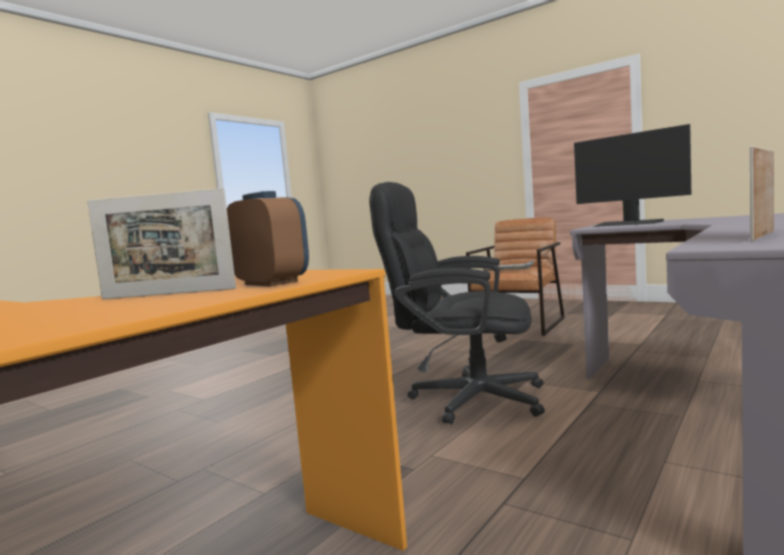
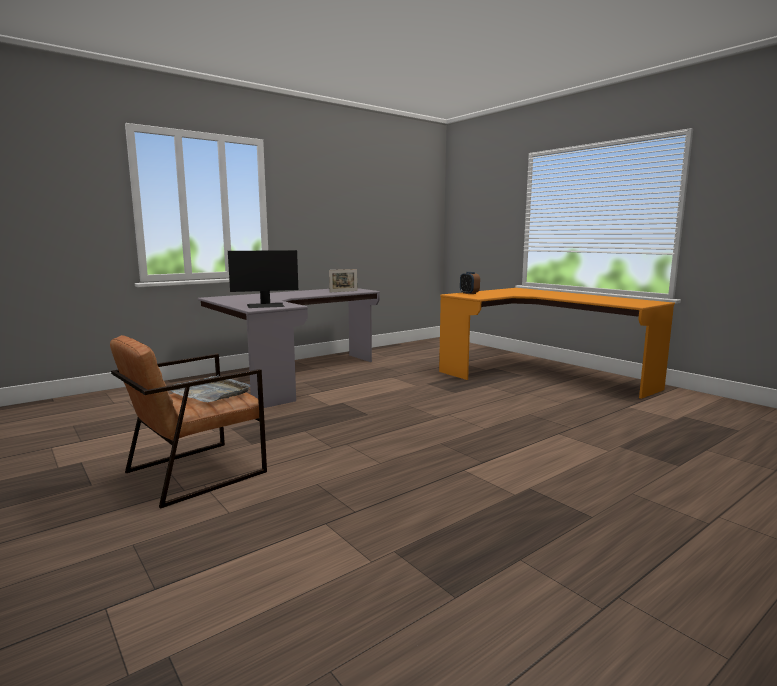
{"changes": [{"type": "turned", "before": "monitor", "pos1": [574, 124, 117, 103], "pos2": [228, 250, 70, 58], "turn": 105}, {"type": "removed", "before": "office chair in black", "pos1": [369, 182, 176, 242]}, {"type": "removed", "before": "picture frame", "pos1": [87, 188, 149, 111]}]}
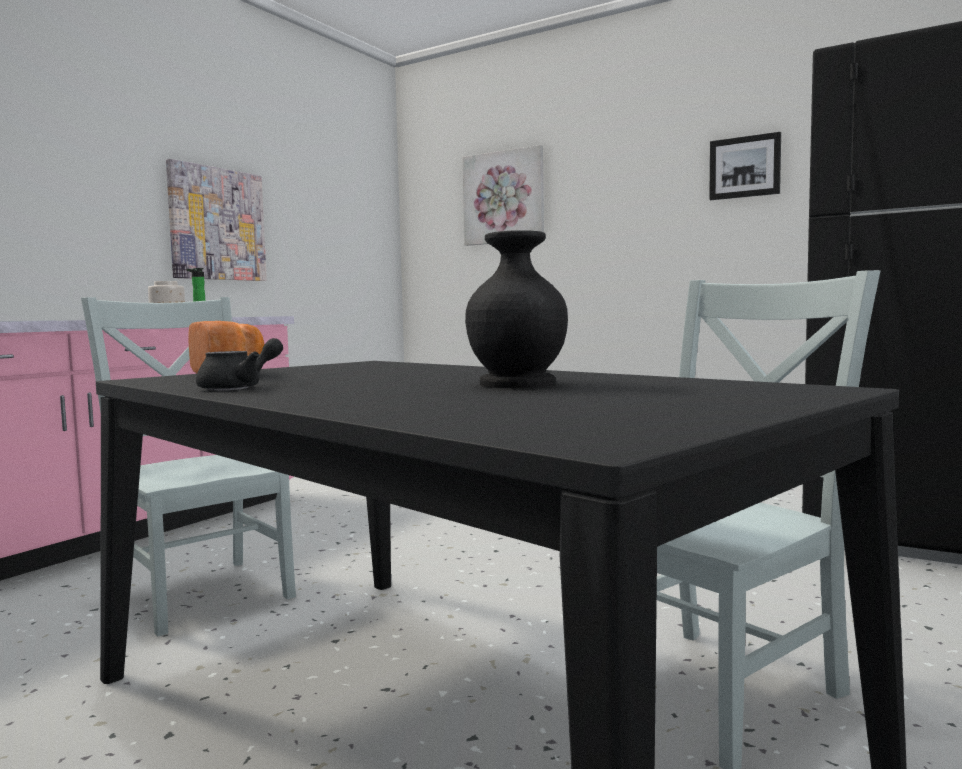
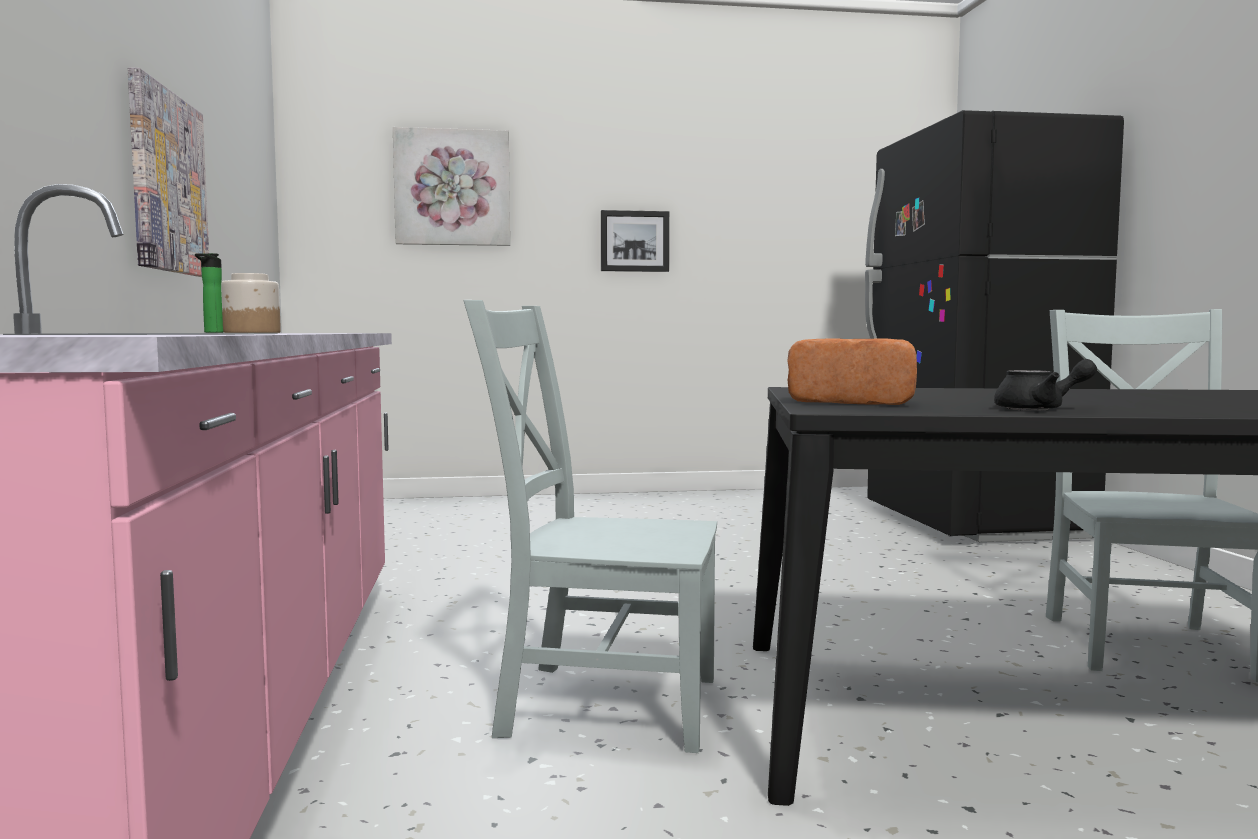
{"changes": [{"type": "moved", "before": "picture", "pos1": [709, 132, 72, 68], "pos2": [601, 210, 68, 62]}, {"type": "removed", "before": "vase in black", "pos1": [465, 230, 103, 158]}, {"type": "turned", "before": "teapot in black", "pos1": [196, 338, 87, 53], "pos2": [994, 359, 103, 52], "turn": 90}]}
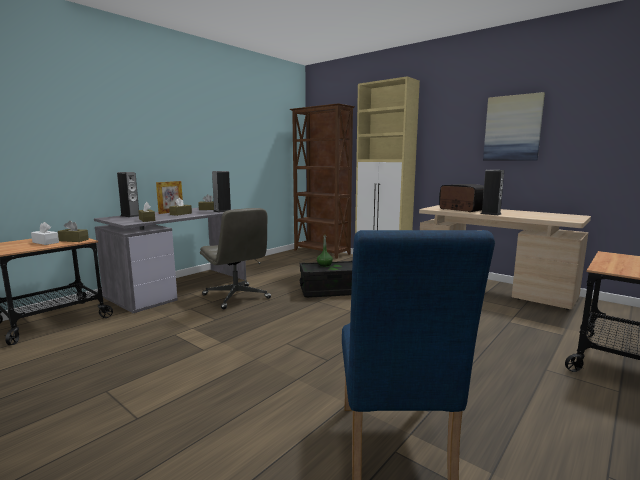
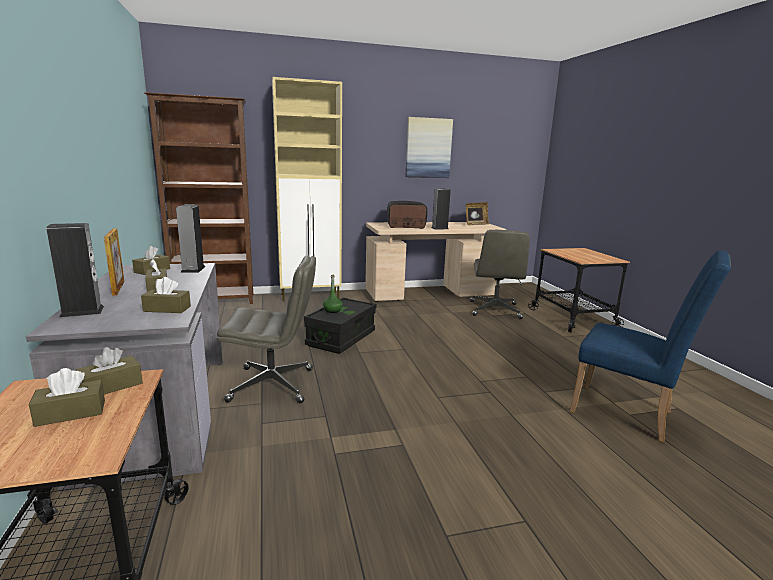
{"changes": [{"type": "recoloured", "before": "tissue box in white", "after": "tissue box in brown", "pos1": [31, 222, 28, 23], "pos2": [29, 368, 76, 59]}, {"type": "added", "after": "picture frame", "pos2": [466, 202, 23, 23]}, {"type": "added", "after": "office chair in grey", "pos2": [470, 230, 60, 89]}]}
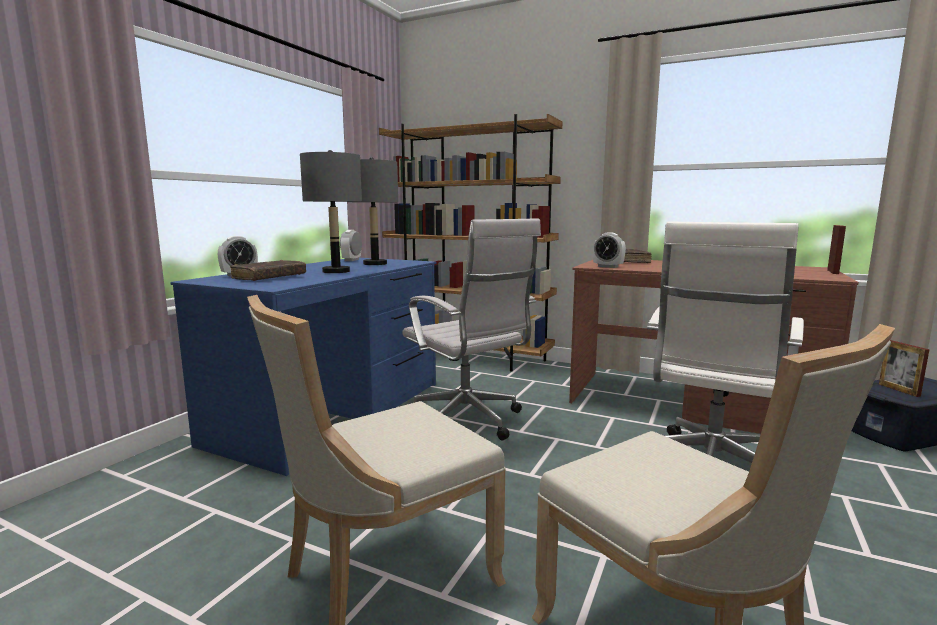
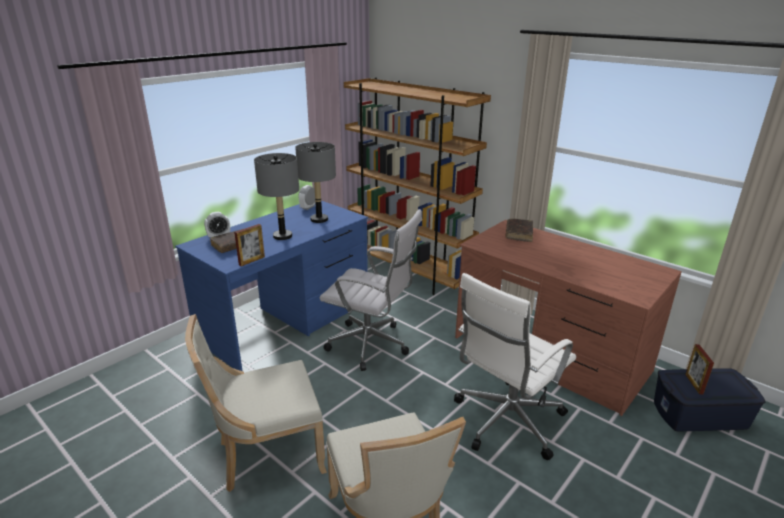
{"changes": [{"type": "turned", "before": "office chair in white", "pos1": [402, 218, 139, 223], "pos2": [319, 209, 103, 162], "turn": -45}, {"type": "moved", "before": "picture frame", "pos1": [827, 225, 19, 49], "pos2": [234, 224, 31, 42]}, {"type": "removed", "before": "alarm clock", "pos1": [593, 232, 33, 36]}]}
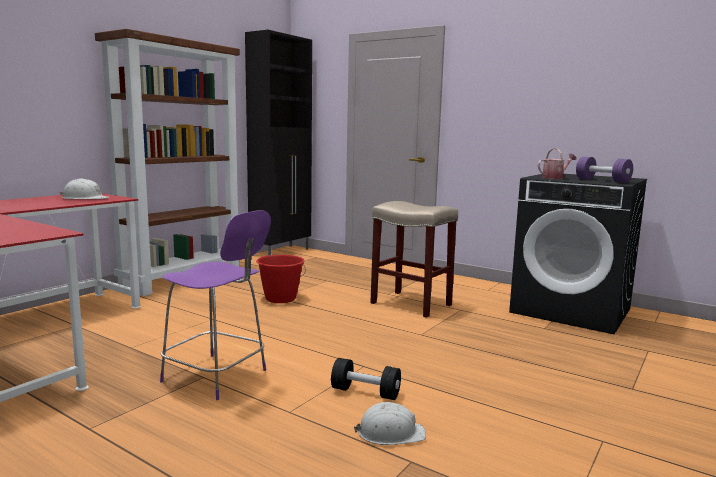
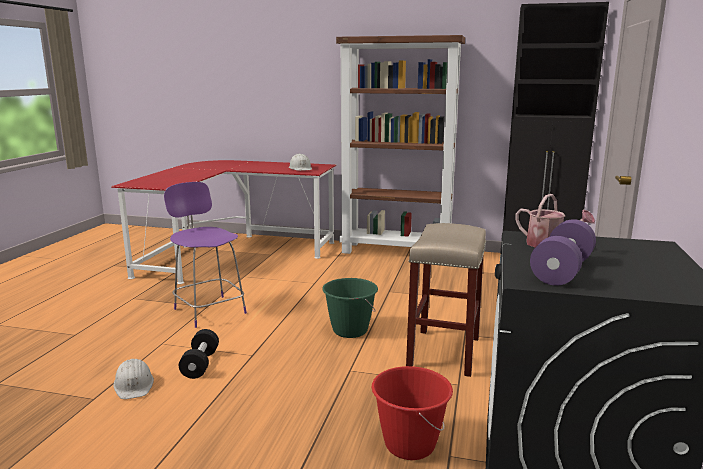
{"changes": [{"type": "turned", "before": "chair in purple", "pos1": [160, 210, 111, 190], "pos2": [164, 182, 83, 146], "turn": 135}, {"type": "moved", "before": "bucket in red", "pos1": [256, 255, 50, 48], "pos2": [372, 366, 81, 94]}, {"type": "added", "after": "bucket in green", "pos2": [322, 278, 56, 60]}]}
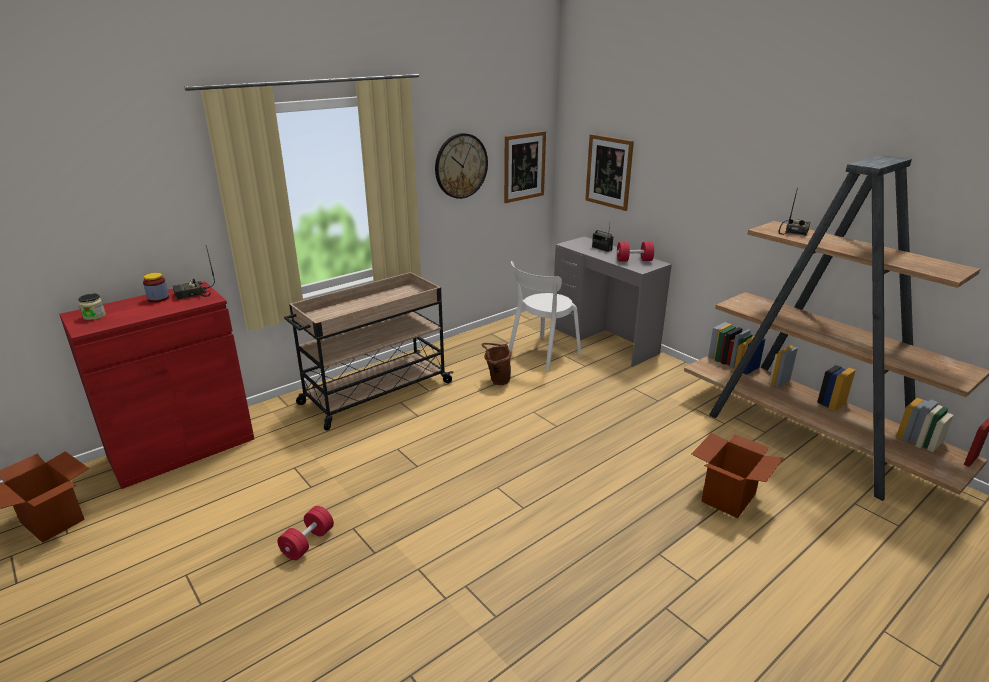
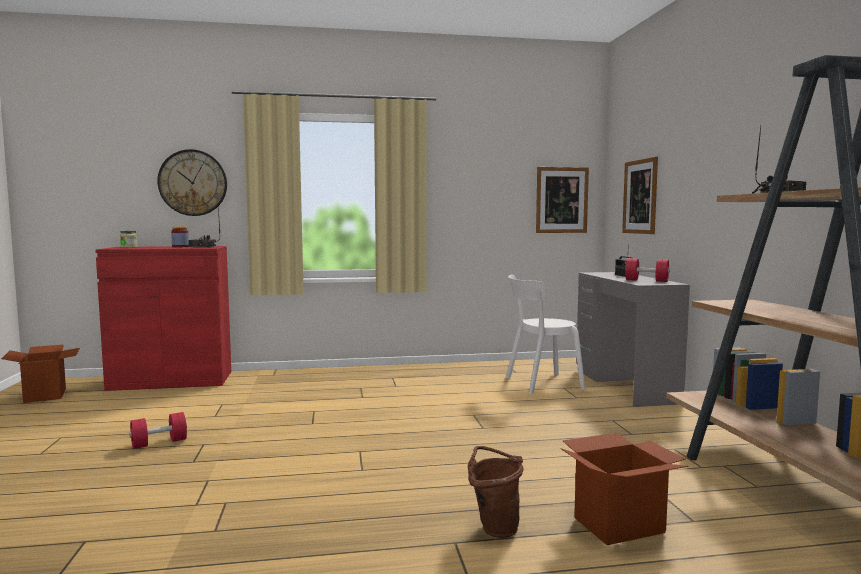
{"changes": [{"type": "moved", "before": "wall clock", "pos1": [435, 133, 53, 66], "pos2": [157, 149, 70, 67]}, {"type": "removed", "before": "cart in beige", "pos1": [284, 272, 170, 159]}, {"type": "moved", "before": "bucket in brown", "pos1": [482, 343, 29, 42], "pos2": [468, 446, 56, 92]}]}
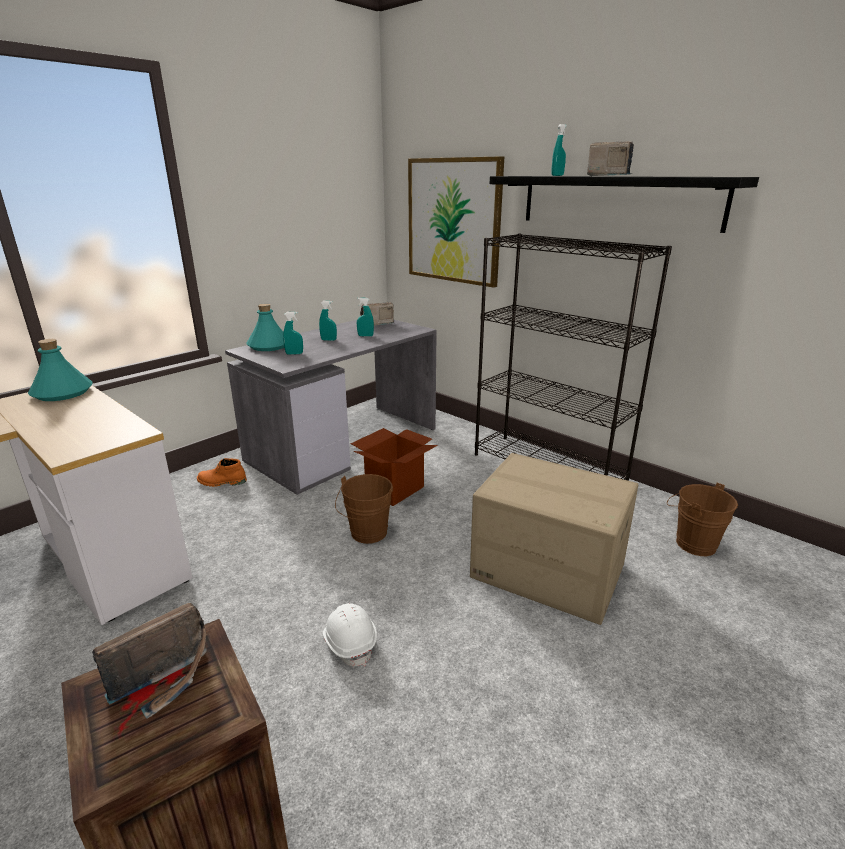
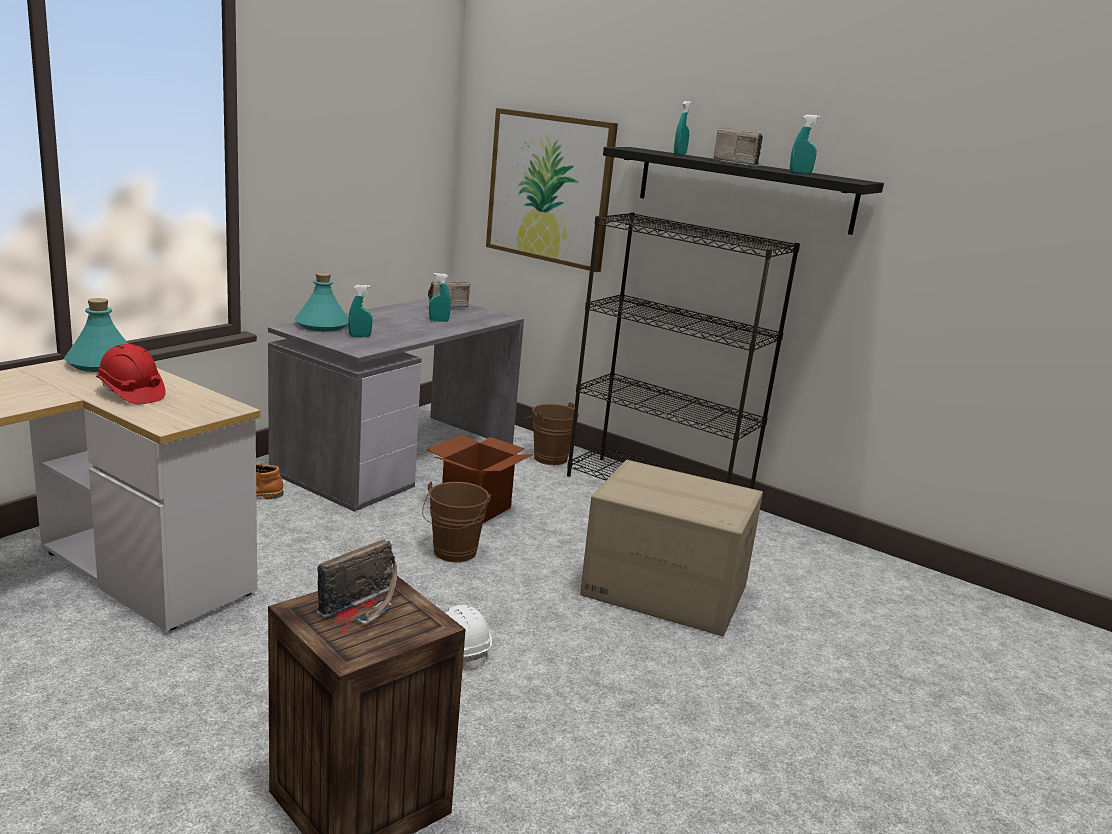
{"changes": [{"type": "moved", "before": "spray bottle in turquoise", "pos1": [319, 301, 18, 40], "pos2": [790, 115, 30, 59]}, {"type": "moved", "before": "bucket in brown", "pos1": [667, 483, 71, 73], "pos2": [525, 402, 54, 63]}, {"type": "added", "after": "hard hat in red", "pos2": [96, 344, 70, 60]}]}
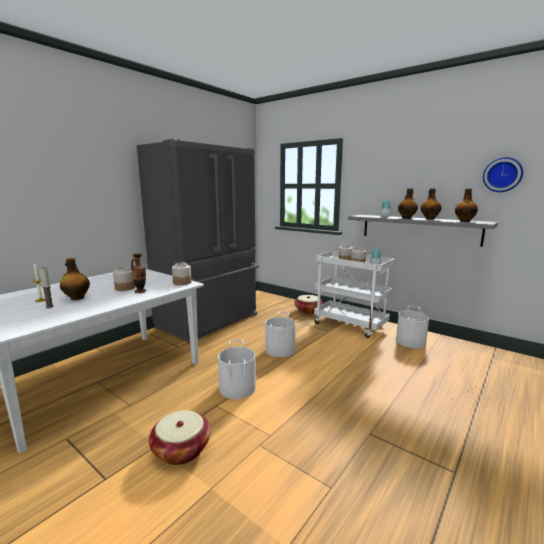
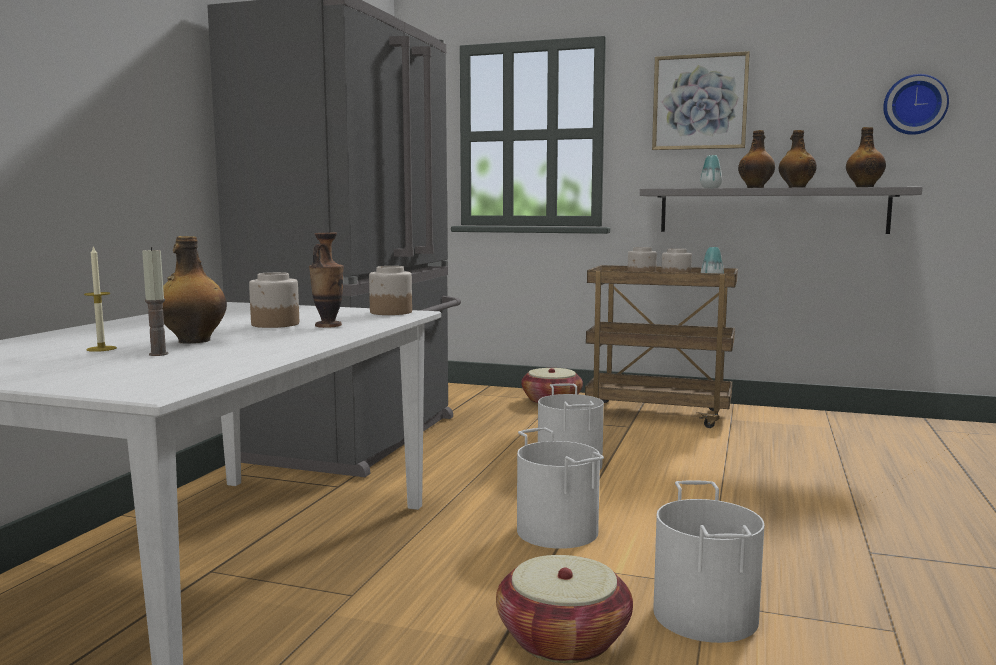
{"changes": [{"type": "recoloured", "before": "cart in white", "after": "cart in brown", "pos1": [314, 251, 81, 87], "pos2": [585, 265, 153, 163]}, {"type": "moved", "before": "bucket in white", "pos1": [396, 306, 33, 42], "pos2": [653, 480, 111, 163]}, {"type": "added", "after": "picture", "pos2": [652, 51, 98, 99]}]}
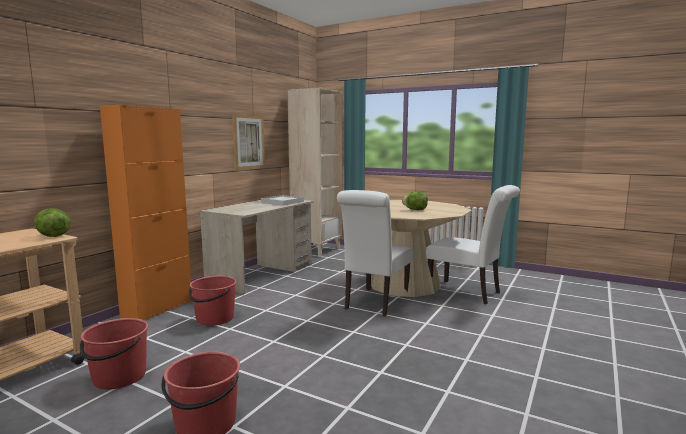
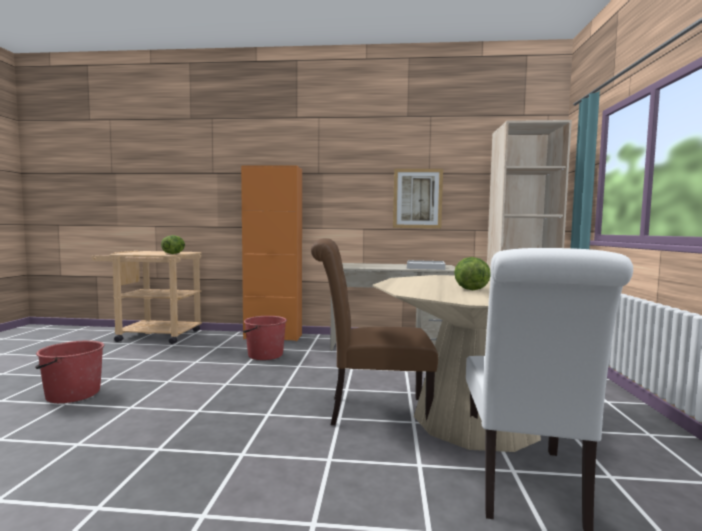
{"changes": [{"type": "recoloured", "before": "chair in white", "after": "chair in brown", "pos1": [337, 190, 76, 127], "pos2": [311, 238, 127, 187]}, {"type": "removed", "before": "bucket in red", "pos1": [80, 318, 68, 72]}]}
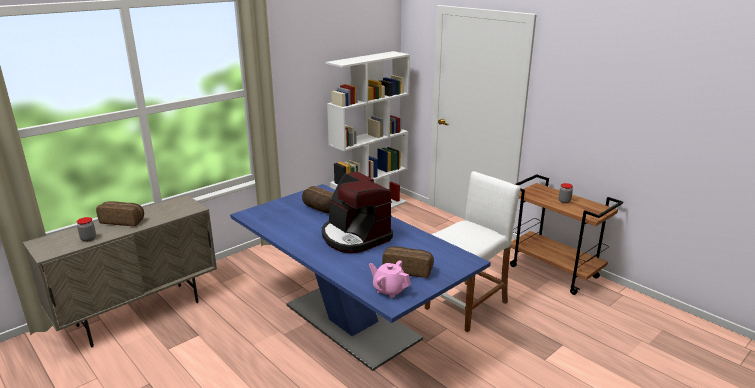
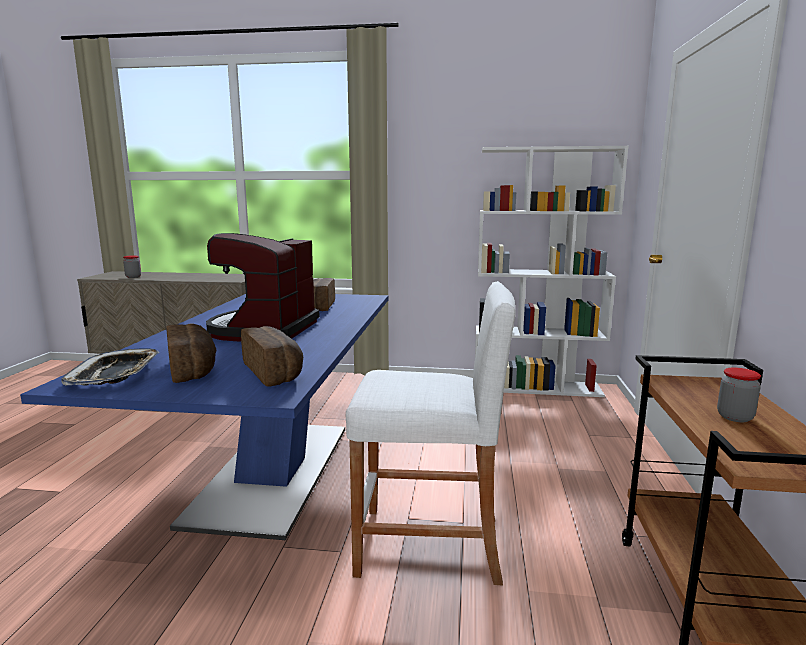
{"changes": [{"type": "moved", "before": "bread", "pos1": [96, 201, 48, 25], "pos2": [241, 326, 62, 61]}, {"type": "replaced", "before": "teapot in pink", "after": "tray", "pos1": [369, 260, 42, 38], "pos2": [61, 348, 98, 37]}]}
